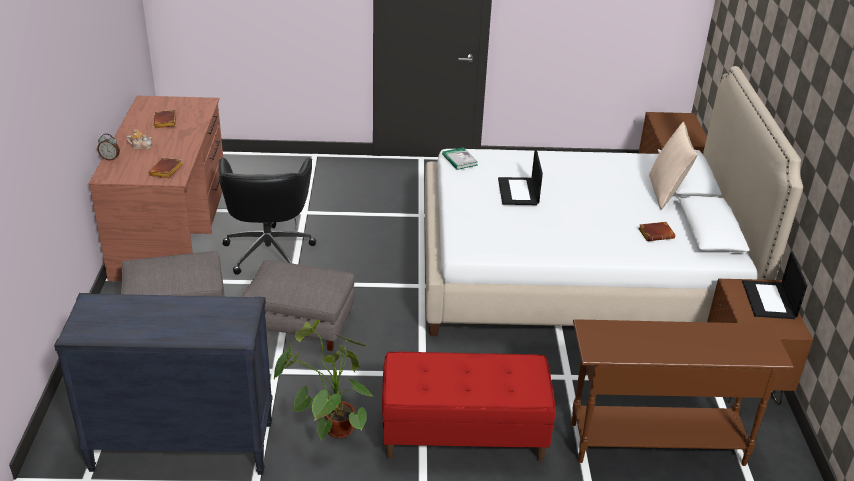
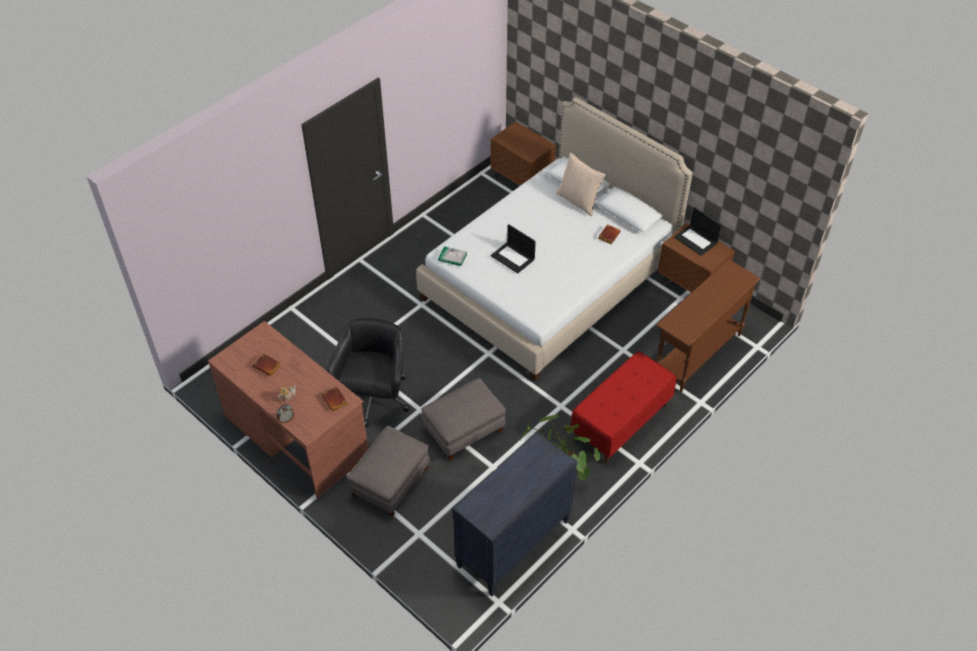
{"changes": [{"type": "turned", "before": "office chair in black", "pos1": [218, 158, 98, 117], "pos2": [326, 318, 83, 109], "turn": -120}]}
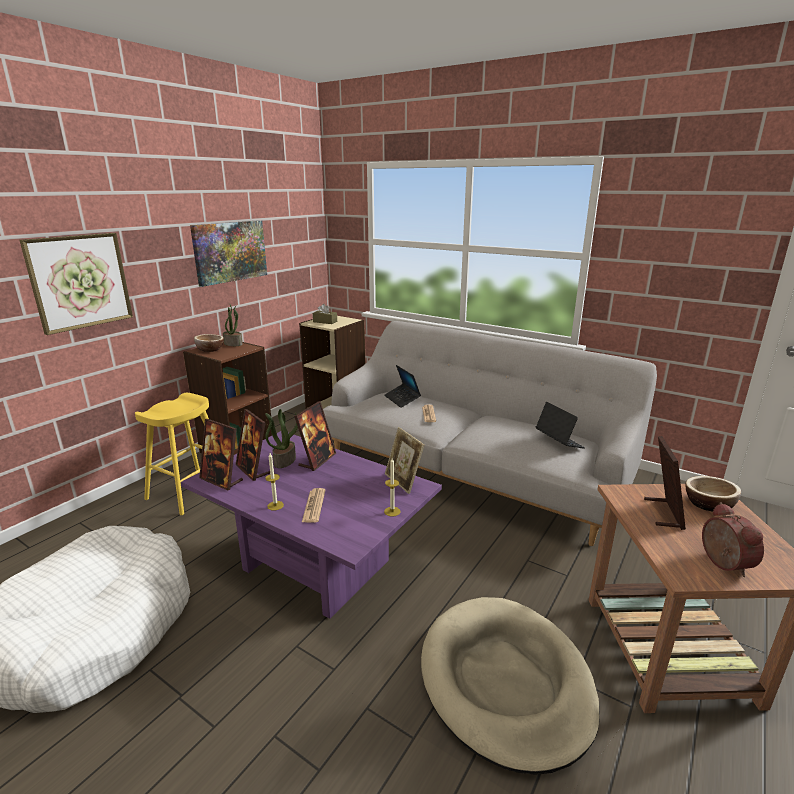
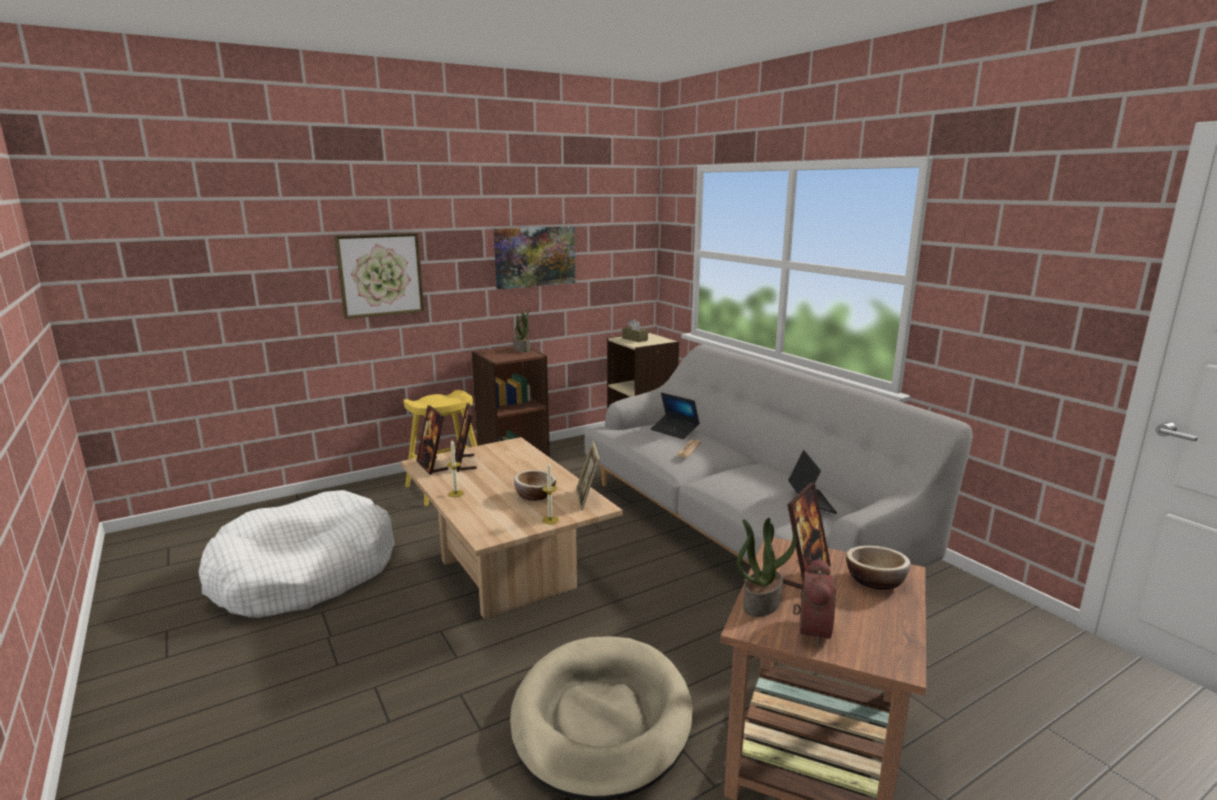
{"changes": [{"type": "moved", "before": "bowl", "pos1": [194, 334, 30, 18], "pos2": [514, 470, 42, 31]}, {"type": "turned", "before": "laptop", "pos1": [384, 365, 37, 43], "pos2": [651, 392, 49, 47], "turn": -45}, {"type": "removed", "before": "picture frame", "pos1": [294, 401, 42, 70]}, {"type": "moved", "before": "potted plant", "pos1": [265, 409, 33, 59], "pos2": [737, 518, 59, 99]}, {"type": "recoloured", "before": "coffee table in purple", "after": "coffee table in beige", "pos1": [181, 431, 261, 188], "pos2": [401, 437, 222, 182]}, {"type": "removed", "before": "newspaper", "pos1": [302, 488, 23, 35]}]}
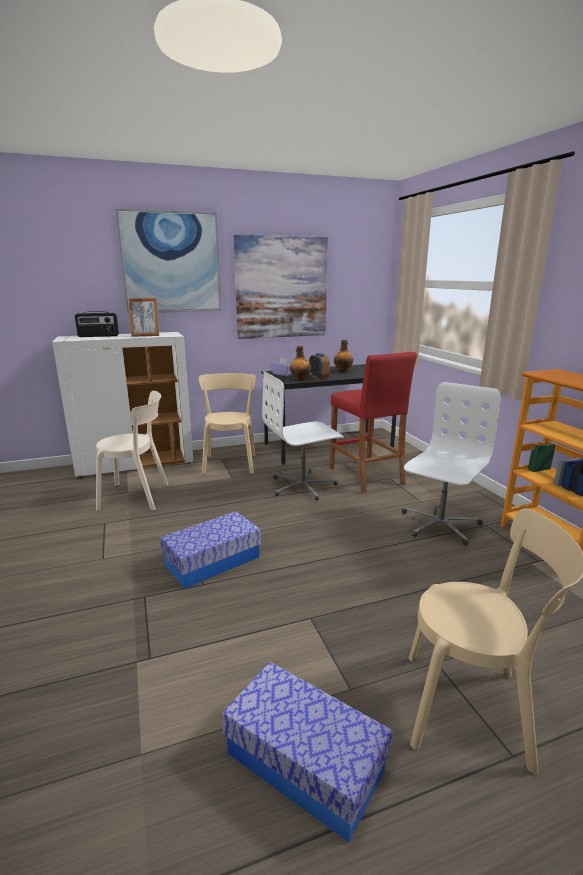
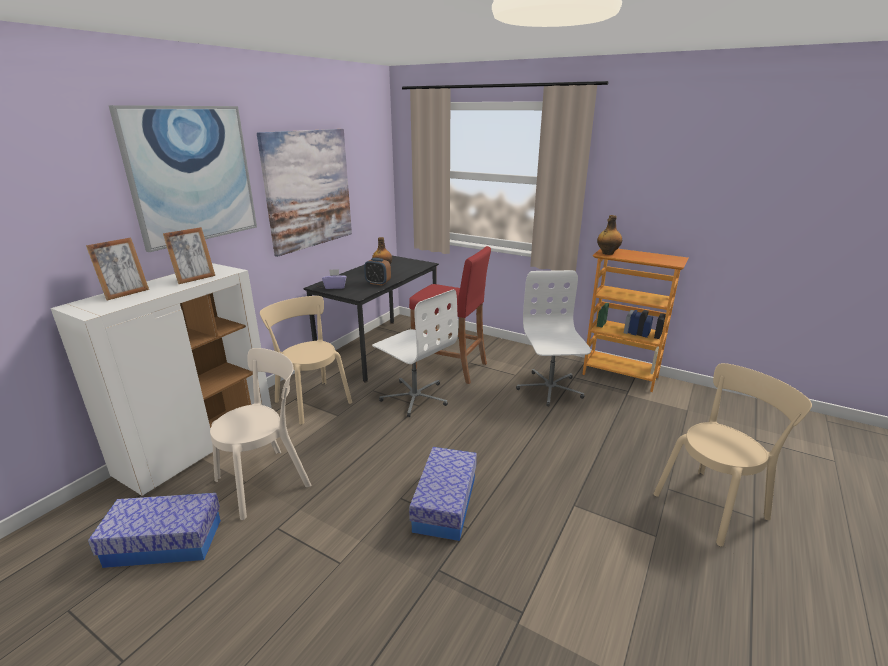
{"changes": [{"type": "replaced", "before": "radio", "after": "picture frame", "pos1": [75, 311, 44, 26], "pos2": [86, 237, 63, 63]}, {"type": "moved", "before": "bottle", "pos1": [290, 346, 21, 35], "pos2": [597, 215, 25, 40]}, {"type": "turned", "before": "office chair in white", "pos1": [262, 371, 82, 129], "pos2": [372, 289, 86, 128], "turn": -75}, {"type": "moved", "before": "storage box", "pos1": [222, 662, 170, 181], "pos2": [88, 493, 133, 75]}]}
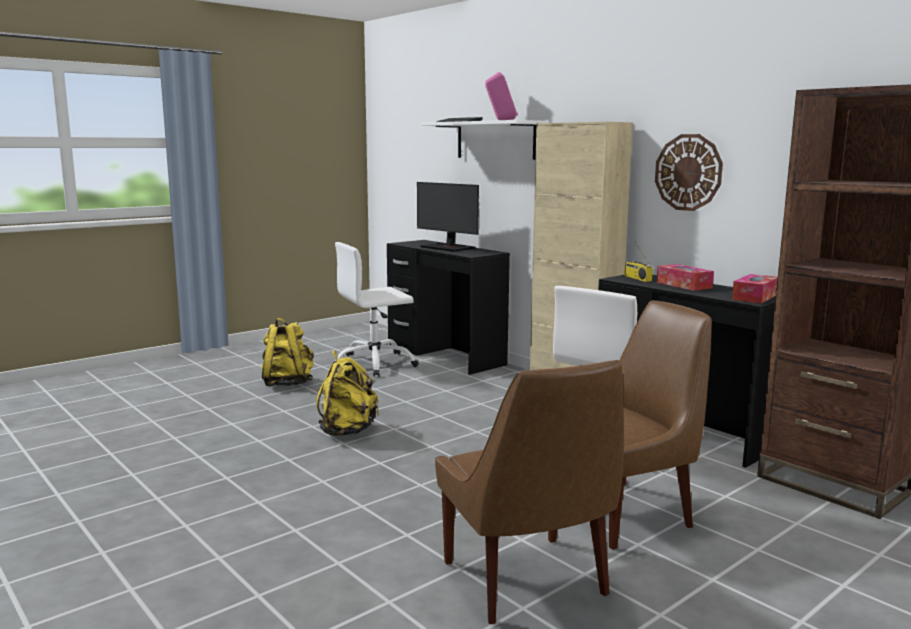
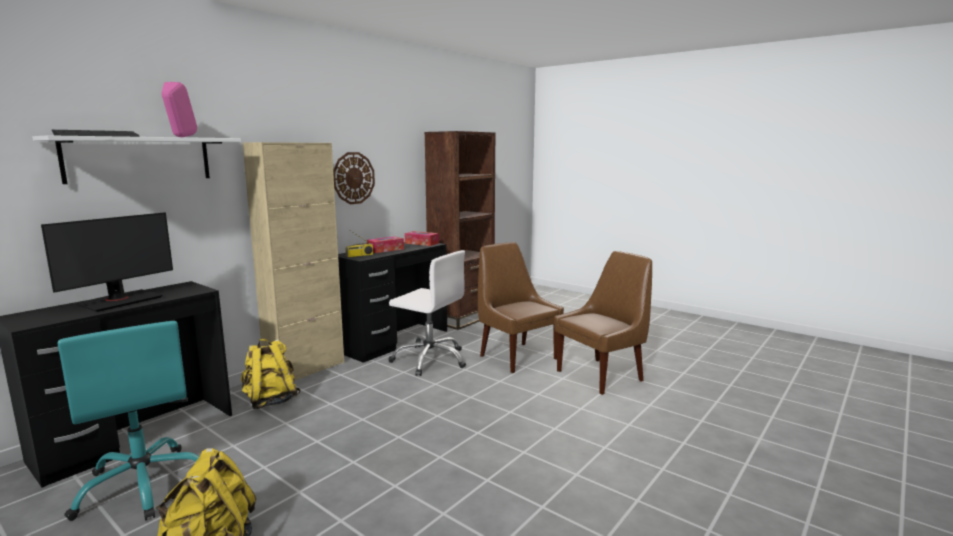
{"changes": [{"type": "recoloured", "before": "office chair in white", "after": "office chair in turquoise", "pos1": [331, 242, 88, 135], "pos2": [58, 321, 142, 200]}, {"type": "moved", "before": "backpack in yellow", "pos1": [316, 350, 63, 86], "pos2": [241, 339, 60, 70]}]}
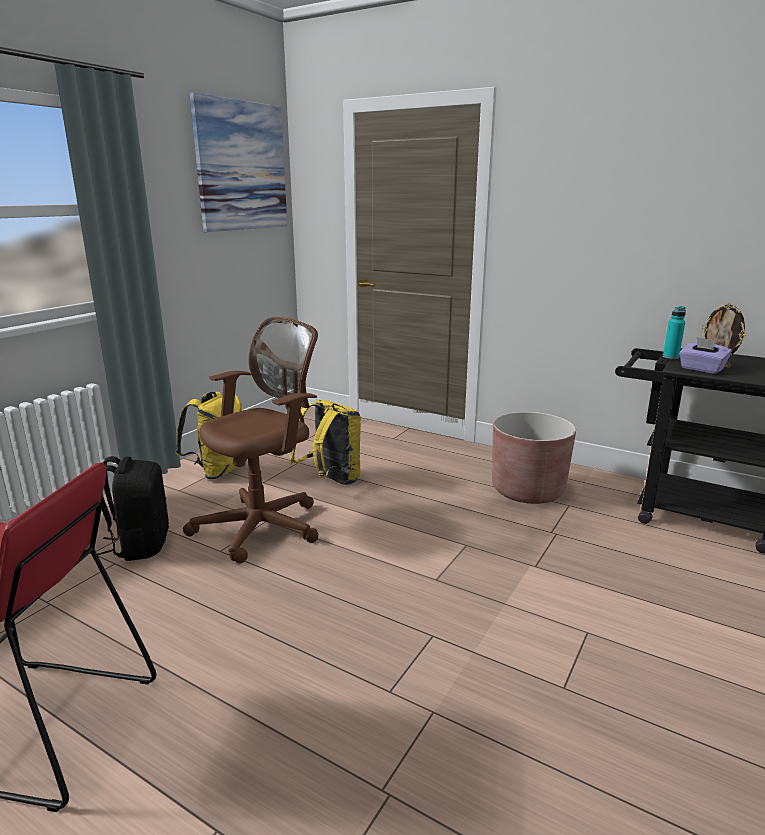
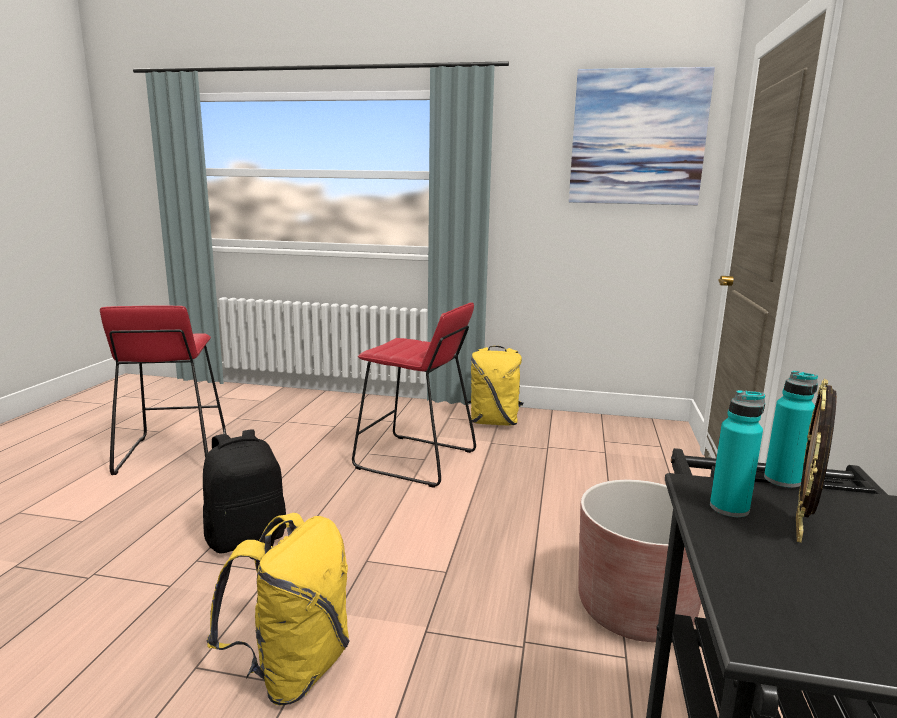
{"changes": [{"type": "replaced", "before": "office chair in brown", "after": "stool in red", "pos1": [183, 317, 136, 246], "pos2": [352, 303, 124, 185]}, {"type": "replaced", "before": "tissue box in purple", "after": "bottle in turquoise", "pos1": [679, 337, 53, 37], "pos2": [710, 390, 55, 127]}, {"type": "moved", "before": "backpack in yellow", "pos1": [289, 400, 72, 85], "pos2": [206, 513, 144, 193]}, {"type": "moved", "before": "backpack in black", "pos1": [97, 456, 72, 105], "pos2": [203, 429, 83, 125]}]}
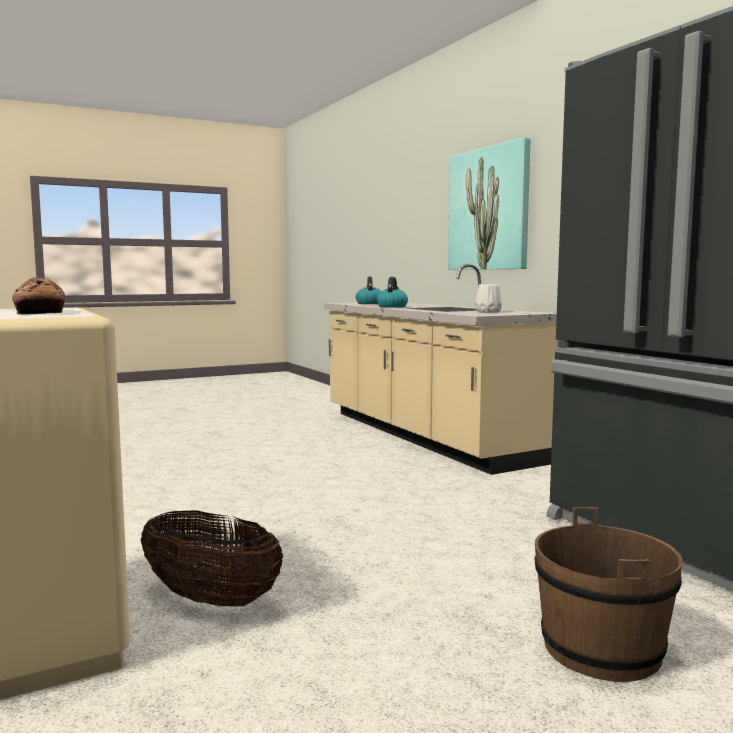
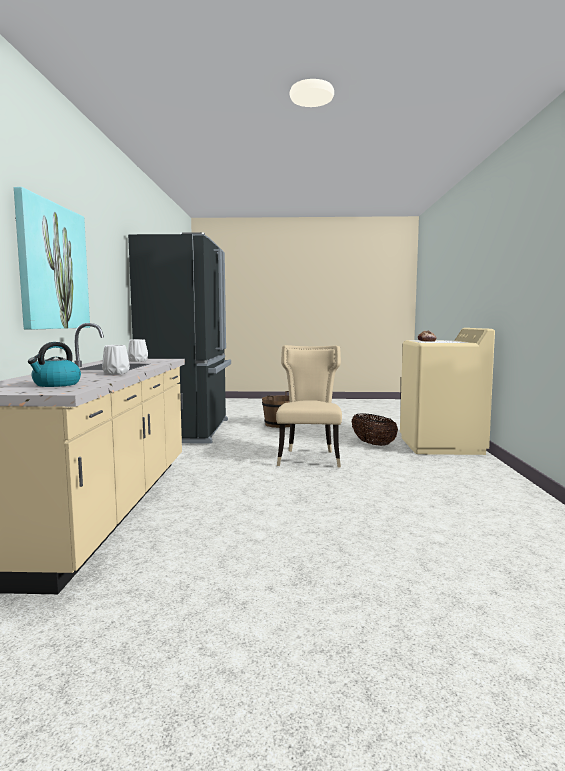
{"changes": [{"type": "replaced", "before": "kettle", "after": "vase in white", "pos1": [377, 277, 31, 31], "pos2": [102, 345, 28, 29]}, {"type": "added", "after": "chair in beige", "pos2": [276, 345, 66, 123]}]}
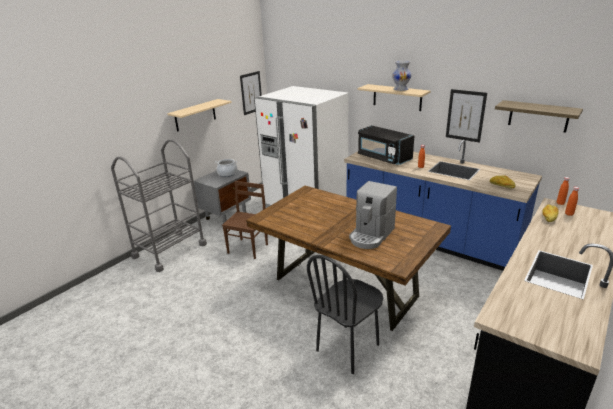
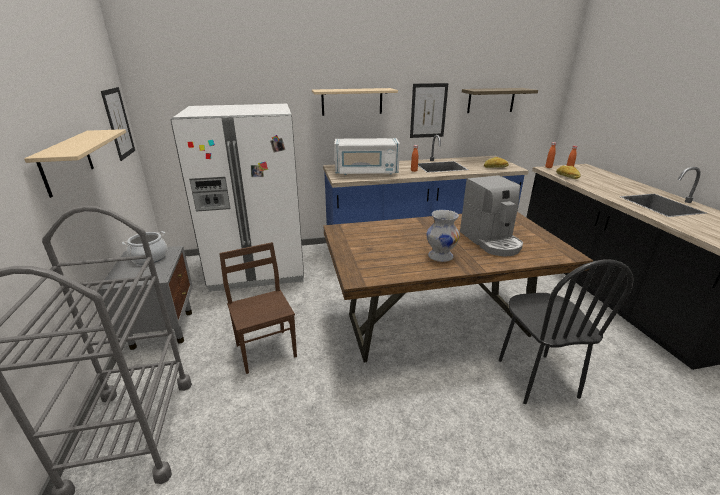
{"changes": [{"type": "moved", "before": "vase in white", "pos1": [392, 61, 20, 30], "pos2": [426, 210, 34, 52]}, {"type": "recoloured", "before": "microwave in black", "after": "microwave in white", "pos1": [358, 125, 57, 40], "pos2": [335, 138, 65, 37]}]}
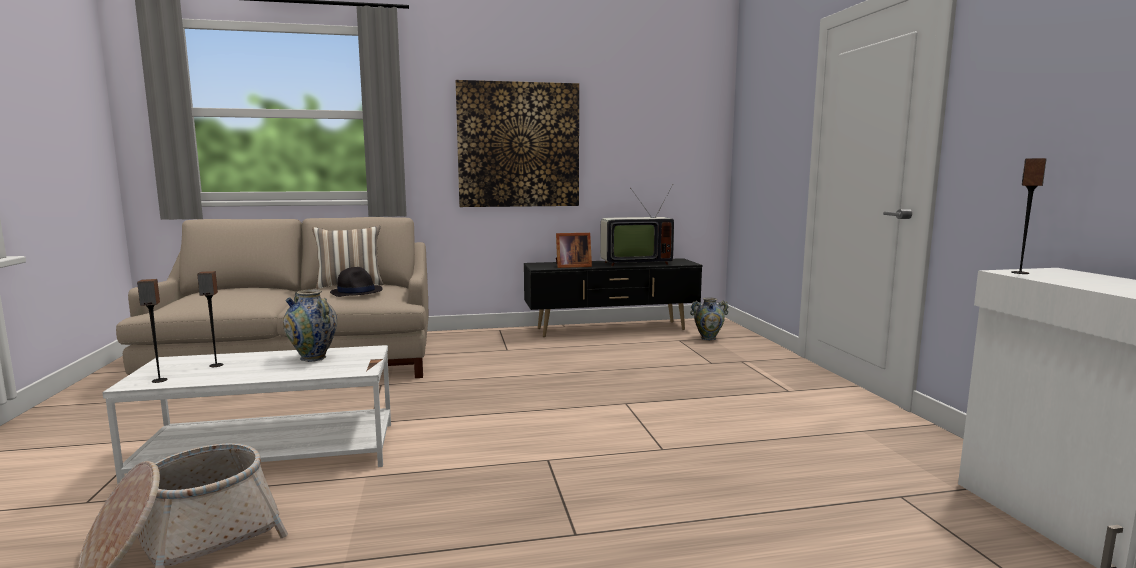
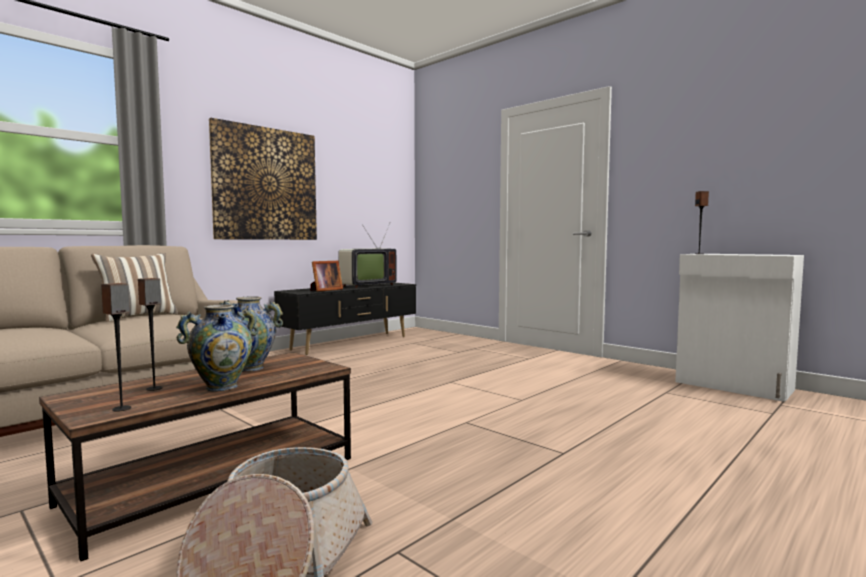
{"changes": [{"type": "removed", "before": "hat in black", "pos1": [330, 267, 53, 30]}, {"type": "moved", "before": "vase", "pos1": [690, 297, 39, 43], "pos2": [176, 304, 83, 88]}, {"type": "recoloured", "before": "coffee table in white", "after": "coffee table in brown", "pos1": [102, 345, 289, 139], "pos2": [39, 352, 312, 209]}]}
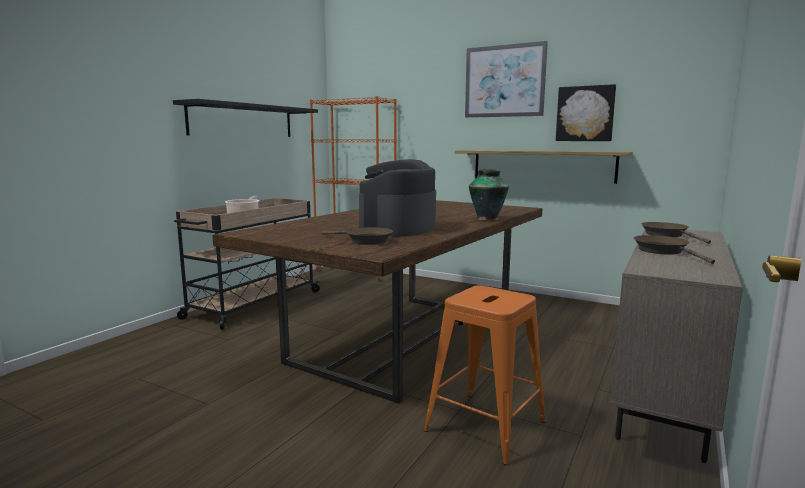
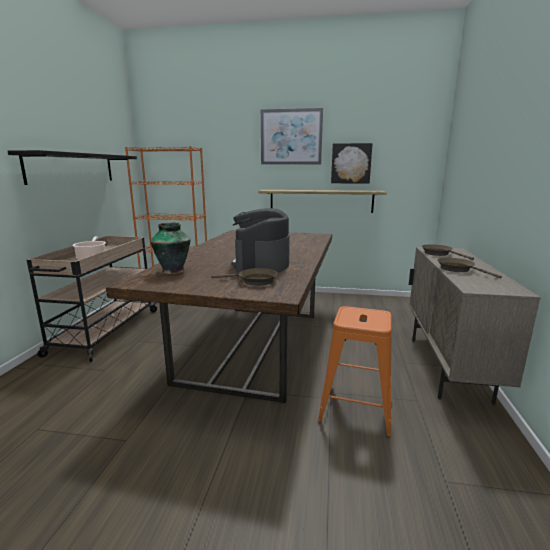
{"changes": [{"type": "moved", "before": "vase", "pos1": [469, 169, 40, 52], "pos2": [150, 223, 41, 51]}]}
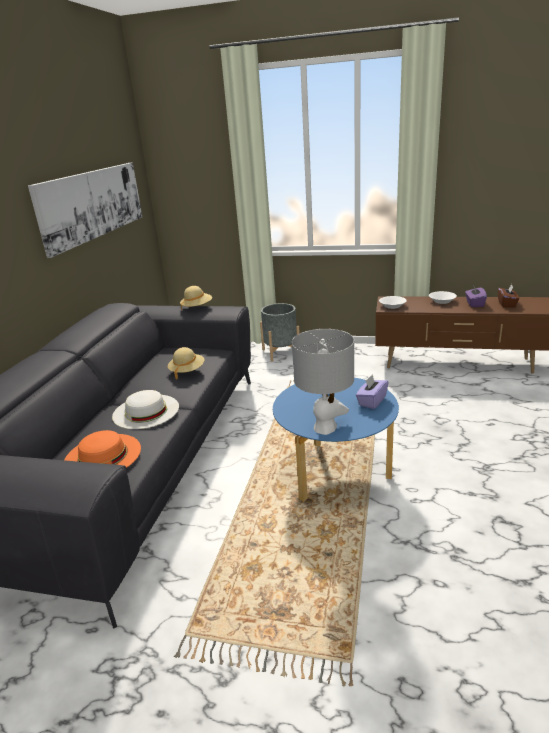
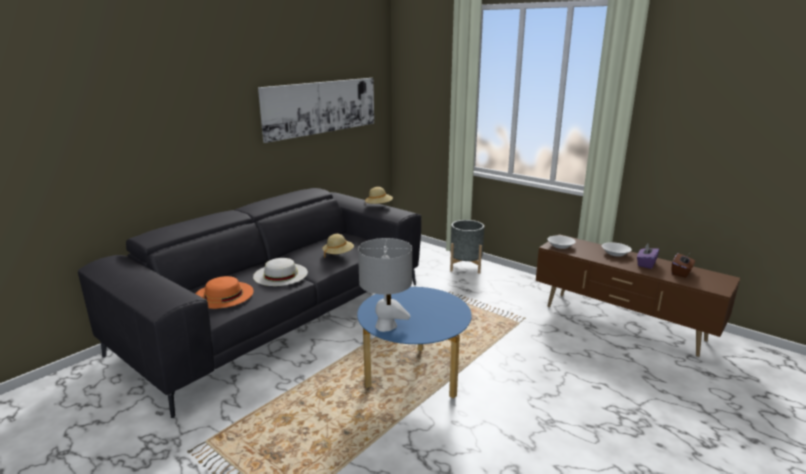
{"changes": [{"type": "removed", "before": "tissue box in purple", "pos1": [356, 374, 33, 35]}]}
